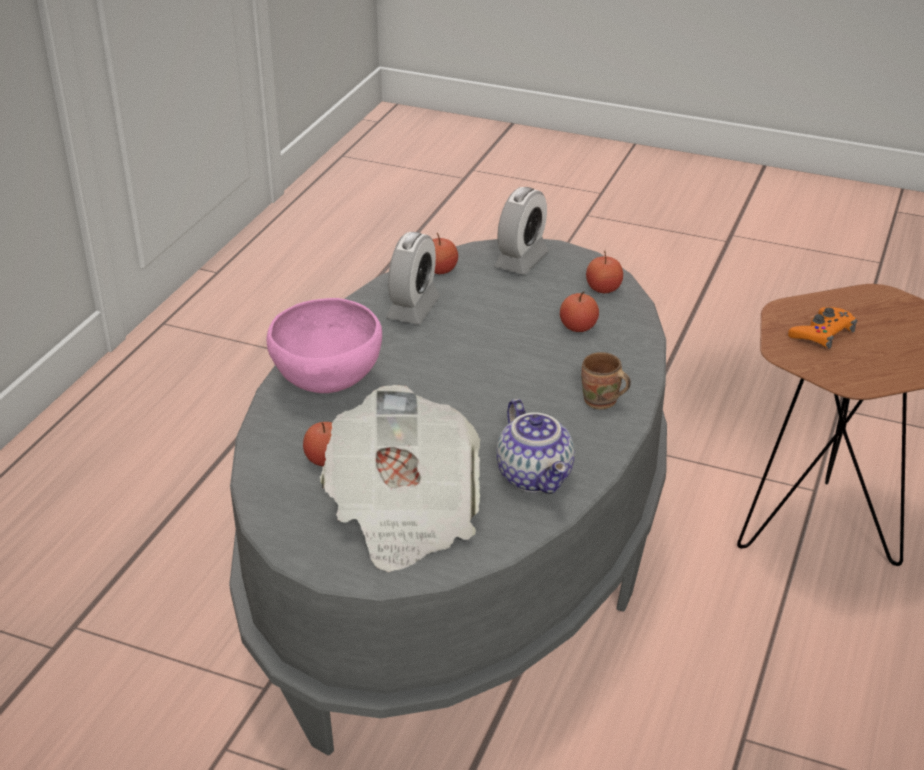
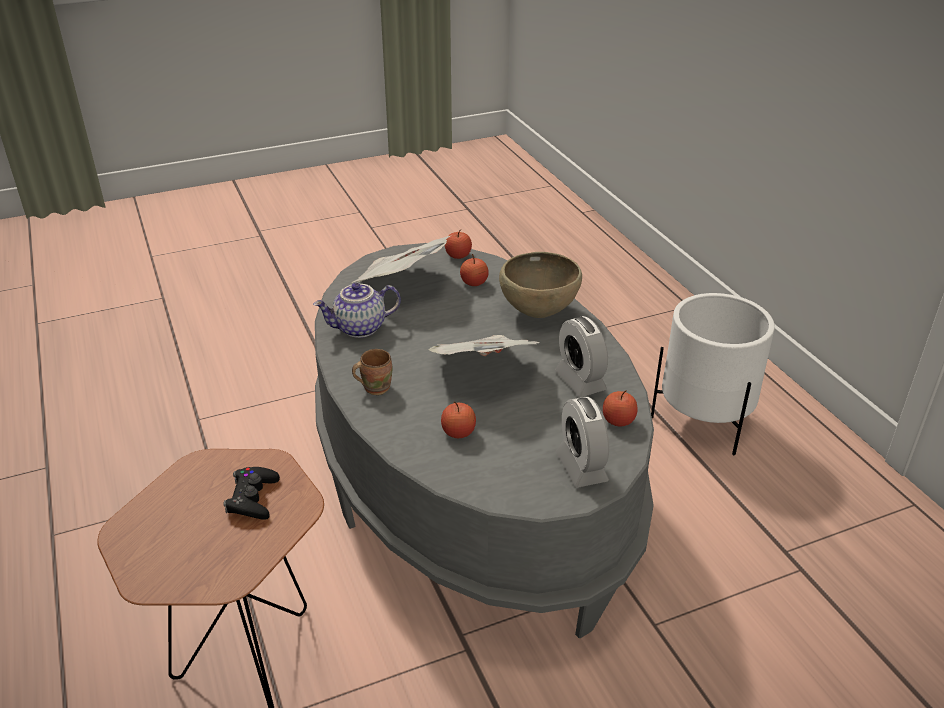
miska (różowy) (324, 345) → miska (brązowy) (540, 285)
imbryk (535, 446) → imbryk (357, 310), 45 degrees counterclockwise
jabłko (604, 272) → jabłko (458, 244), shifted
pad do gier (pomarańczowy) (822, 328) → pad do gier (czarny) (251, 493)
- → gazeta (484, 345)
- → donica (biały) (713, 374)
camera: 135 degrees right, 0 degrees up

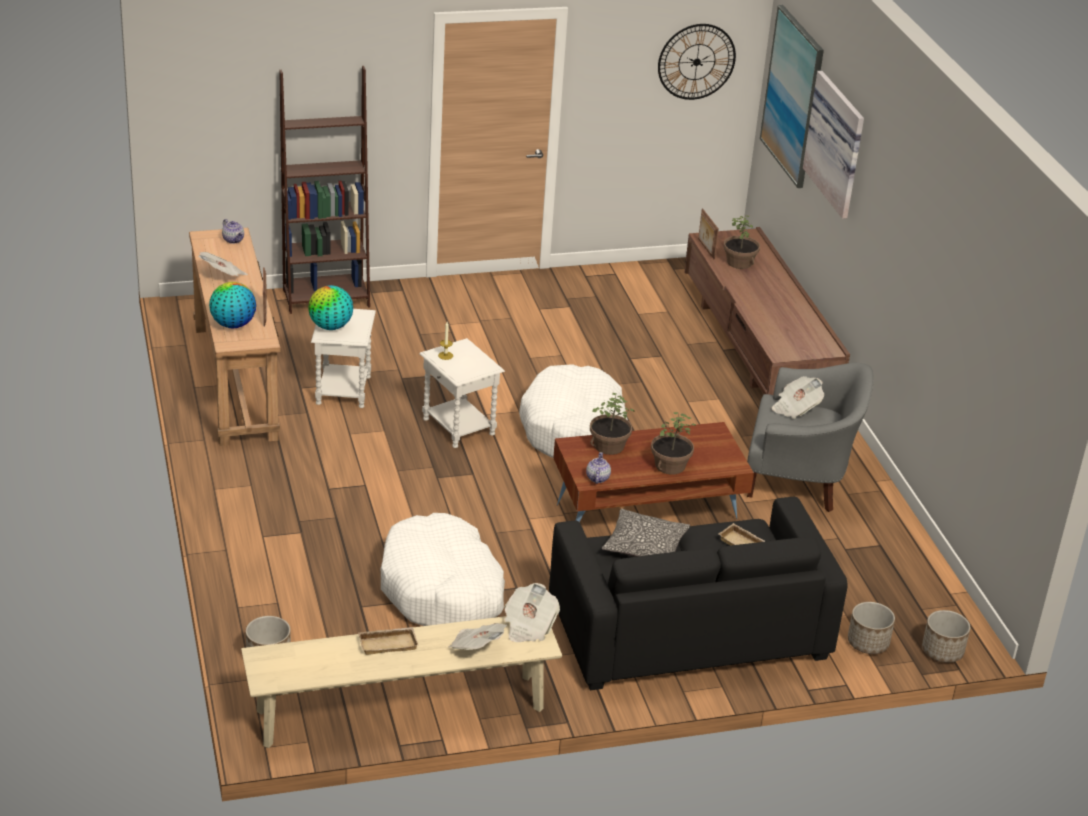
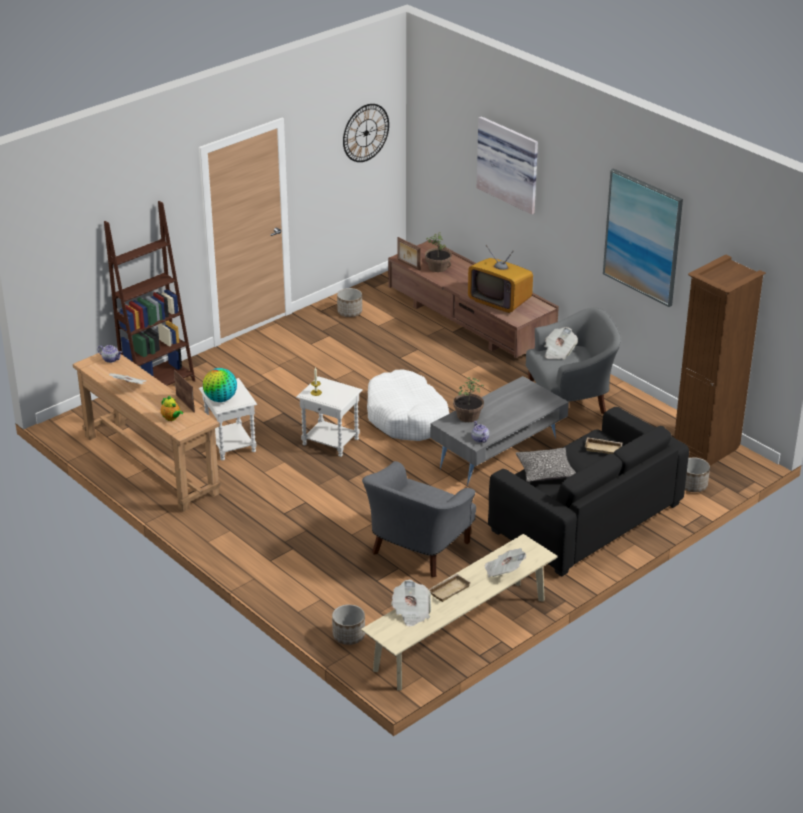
globus (232, 305) → imbryk (172, 408)
legowisko (biały) (442, 569) → fotel (szary) (419, 519)
gazeta (532, 612) → gazeta (411, 603), shifted
ława (brązowy) (653, 472) → ława (szary) (499, 431)
roślina doniczkowa (673, 443) → -
obraz (792, 96) → obraz (643, 237), shifted
donica (946, 636) → donica (349, 302), shifted
- → telewizor (500, 279)
- → szafka (brązowy) (720, 360)
camera: 25 degrees left, 0 degrees up

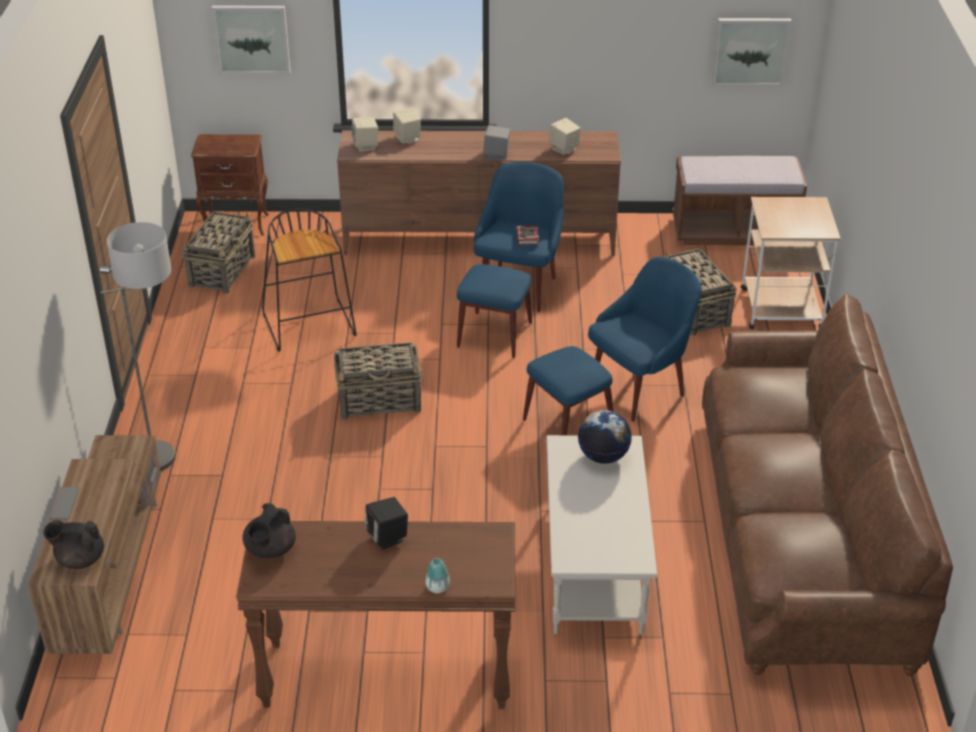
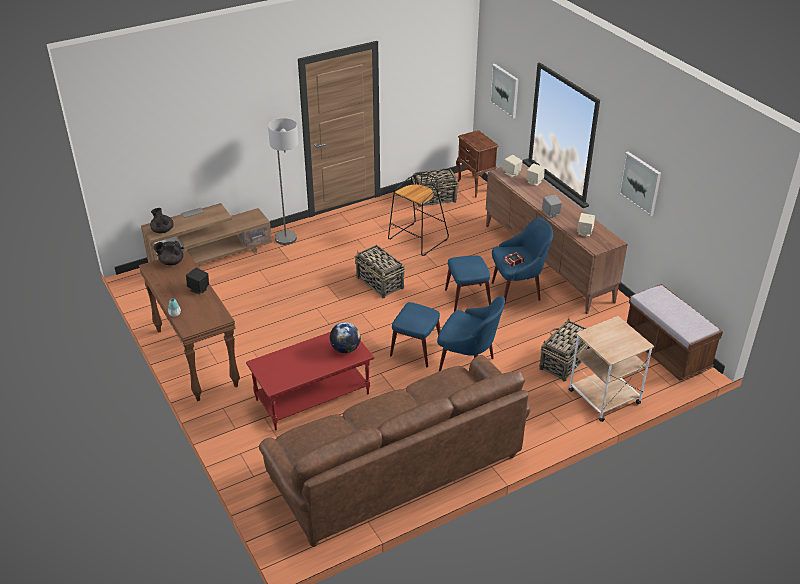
ława (biały) (602, 535) → ława (czerwony) (310, 381)
obraz (752, 52) → obraz (640, 184), shifted
camera: 60 degrees right, 0 degrees up

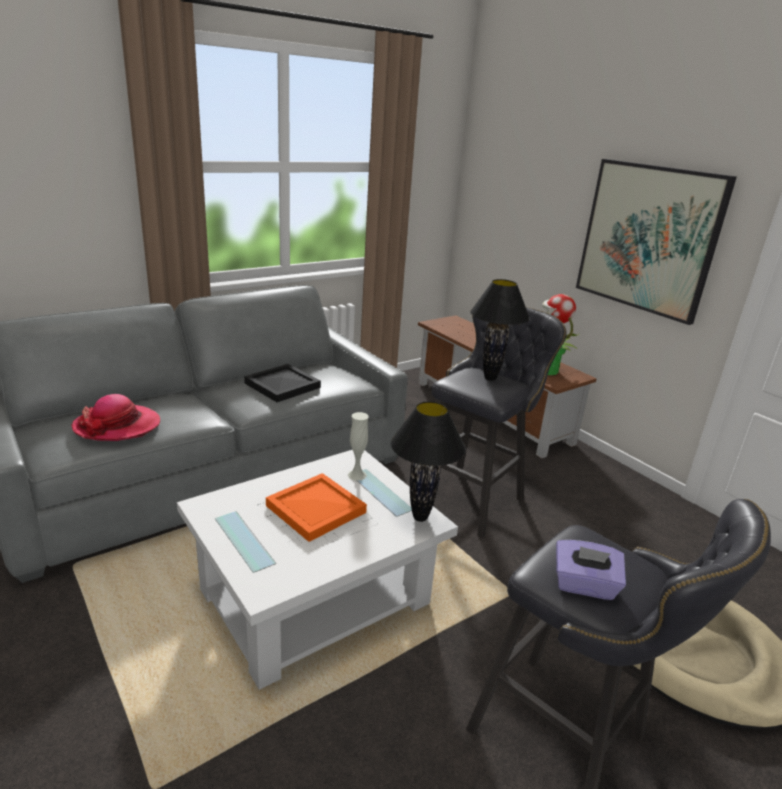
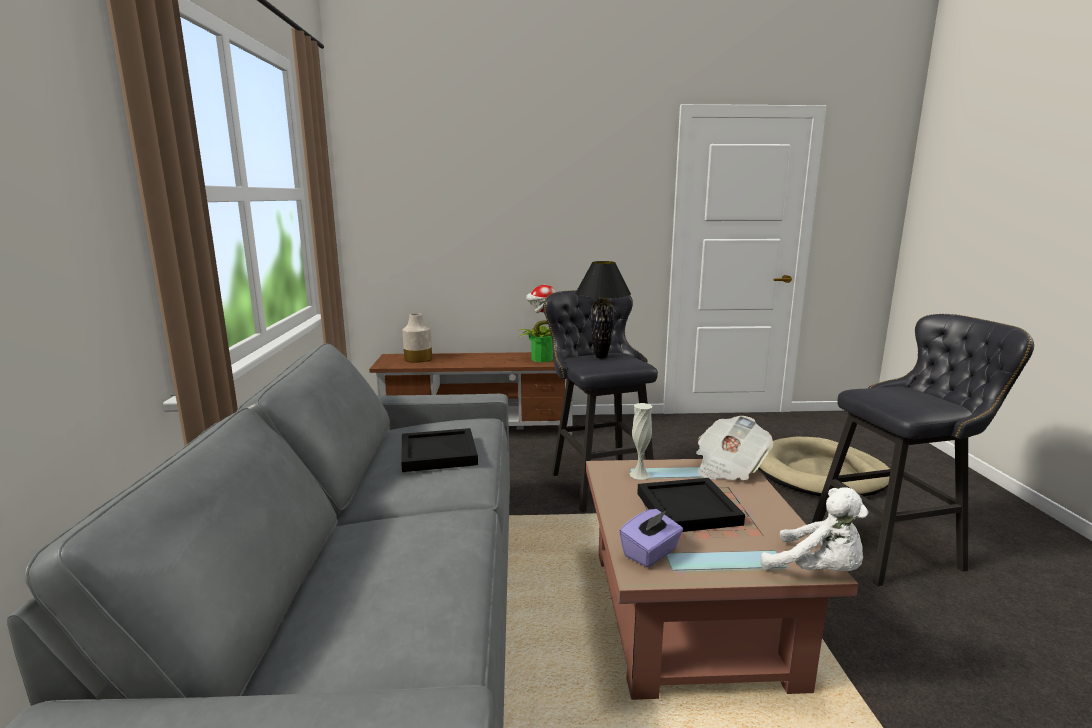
kapelusz (116, 417) → -
ława (biały) (317, 569) → ława (brązowy) (722, 579)
taca (pomarańczowy) (316, 507) → taca (czarny) (691, 505)
lampa stołowa (czarny) (428, 462) → gazeta (735, 448)
pudełko chusteczek (fioletowy) (591, 570) → pudełko chusteczek (fioletowy) (651, 538), shifted
obraz (656, 242) → -
- → wazon (beżowy) (417, 338)
- → pluszak (biały) (814, 529)
camera: 55 degrees left, 10 degrees down

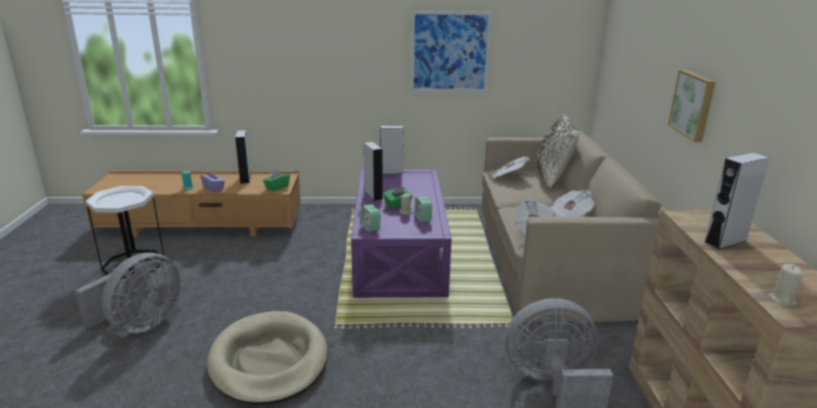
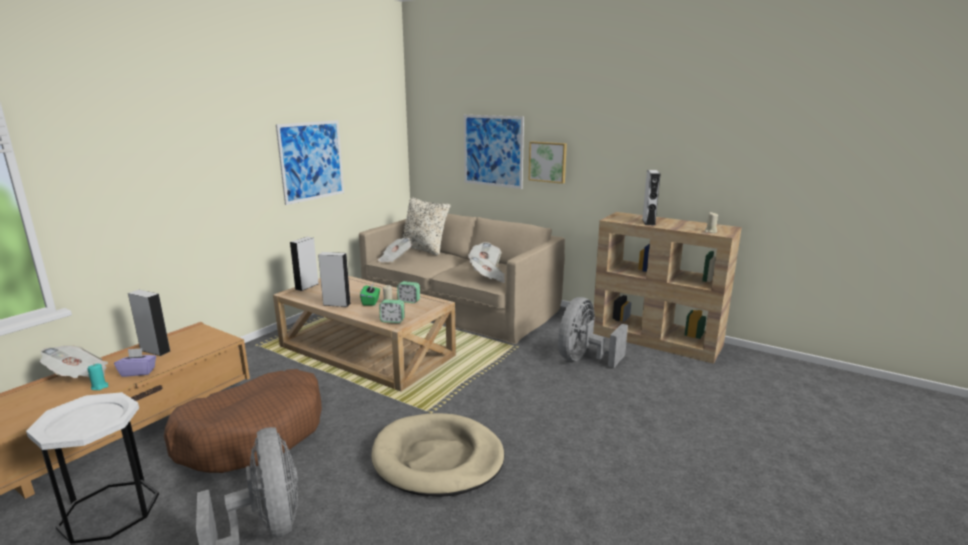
pudełko chusteczek (zielony) (276, 180) → -
ława (fioletowy) (401, 233) → ława (beżowy) (364, 333)
- → gazeta (74, 362)
- → legowisko (brązowy) (243, 421)
- → obraz (494, 152)
camera: 55 degrees left, 5 degrees down

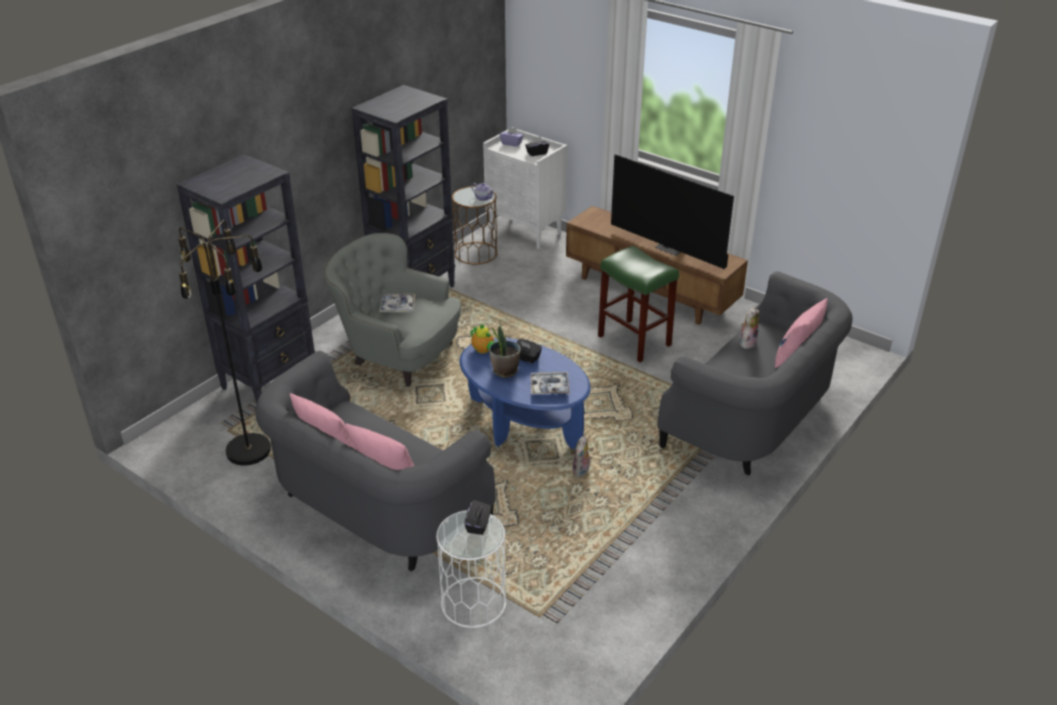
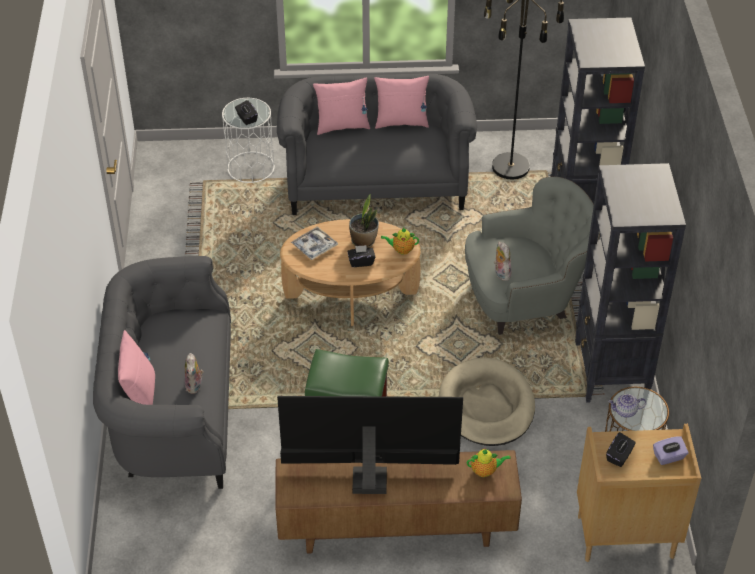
taca (397, 302) → -
ława (niebieski) (525, 394) → ława (brązowy) (350, 272)
szafka (biały) (525, 188) → szafka (brązowy) (639, 492)
pluszak (582, 456) → pluszak (503, 261), shifted
- → legowisko (beżowy) (487, 401)
- → imbryk (489, 462)
camera: 140 degrees right, 10 degrees up

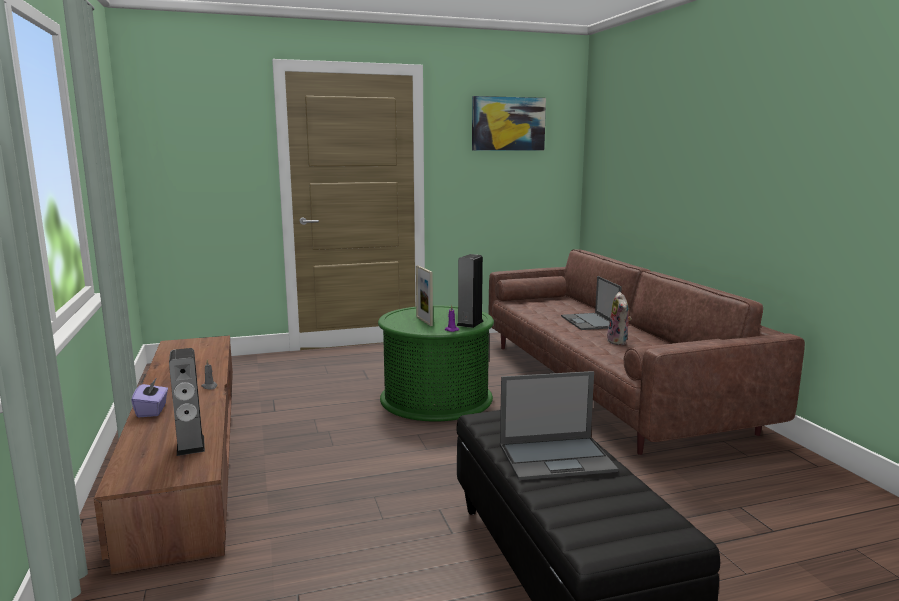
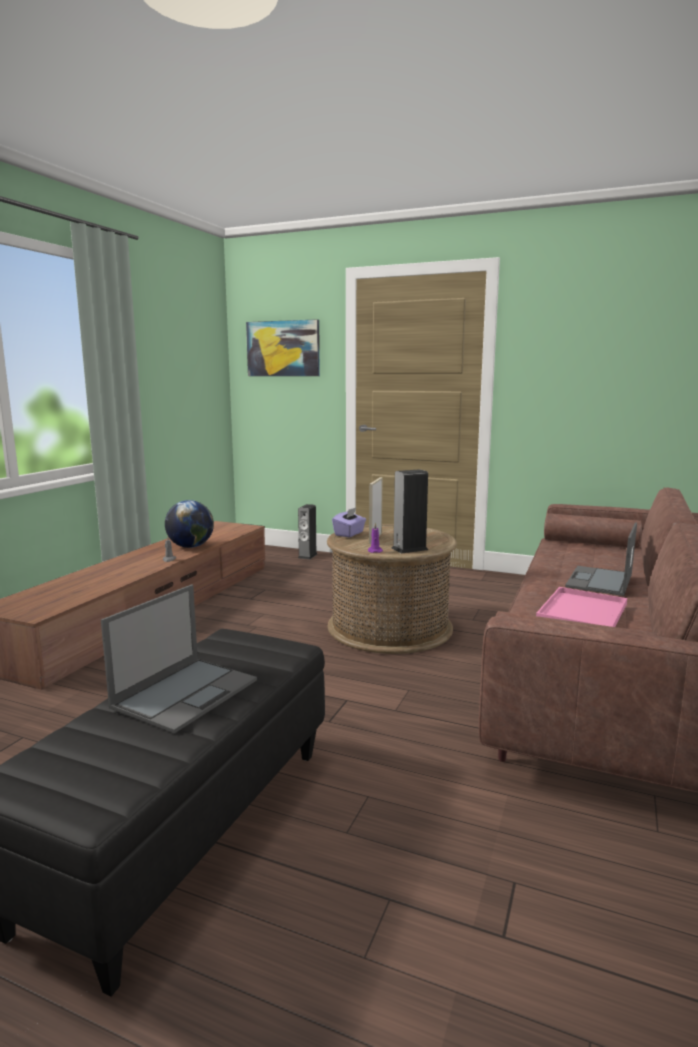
pudełko chusteczek (fioletowy) (149, 398) → pudełko chusteczek (fioletowy) (349, 522), shifted
głośnik (187, 402) → głośnik (307, 531), shifted
ława (zielony) (436, 363) → ława (brązowy) (392, 589)
obraz (509, 123) → obraz (283, 347), shifted
laptop (559, 425) → laptop (179, 659), 90 degrees counterclockwise
pluszak (619, 318) → taca (różowy) (581, 607)
- → globus (189, 524)
camera: 40 degrees right, 0 degrees up

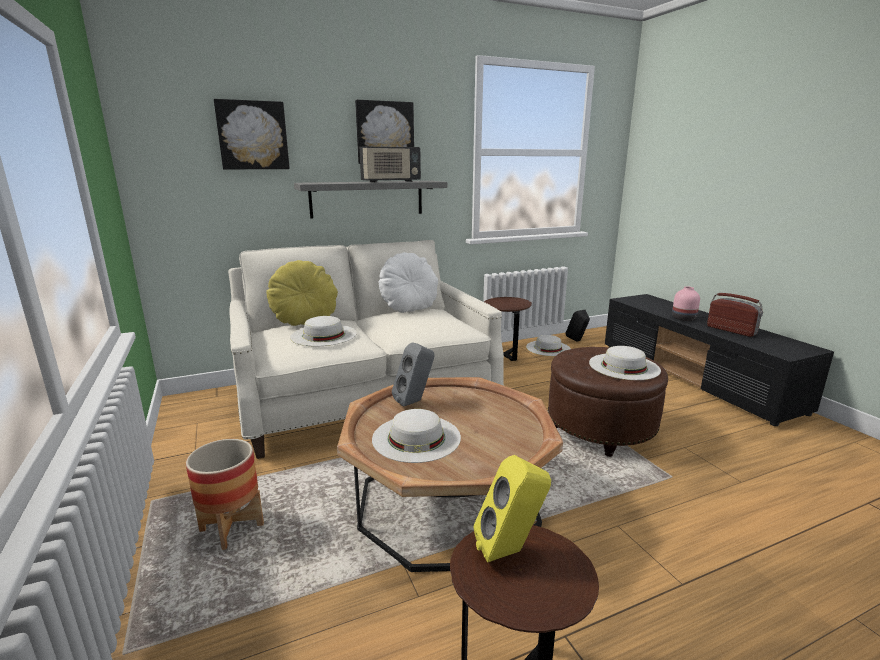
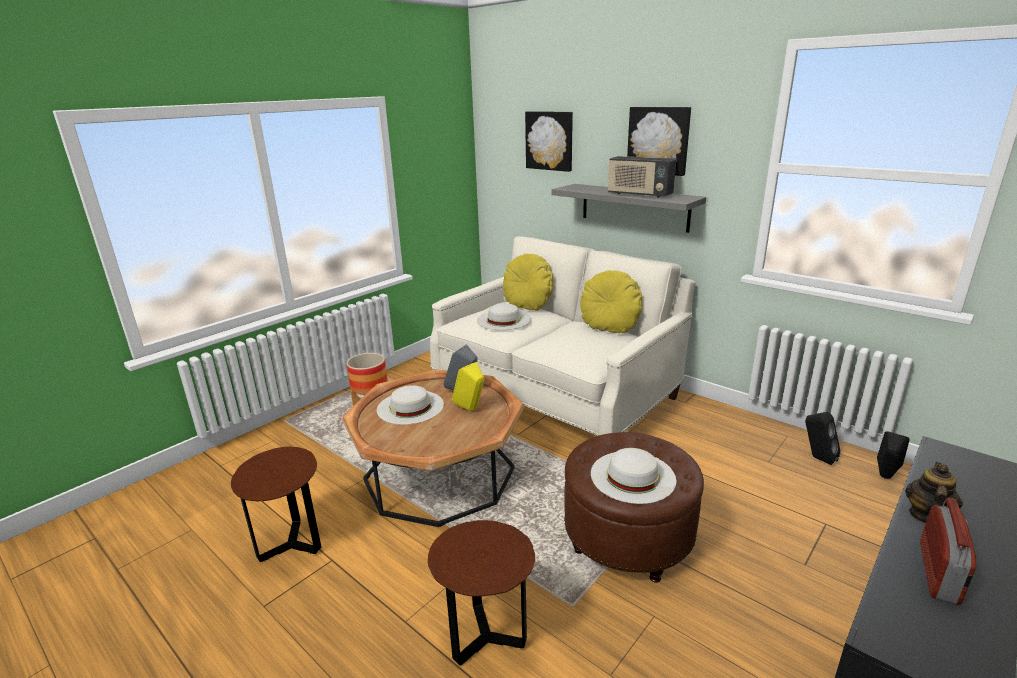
poduszka (biały) (408, 282) → poduszka (żółty) (611, 301)
głośnik (żółty) (512, 509) → głośnik (żółty) (468, 387), shifted
stolik (brązowy) (508, 329) → stolik (brązowy) (481, 593), shifted
kapelusz (biały) (548, 345) → głośnik (czarny) (823, 438)
wazon (różowy) (686, 303) → imbryk (934, 493)
camera: 65 degrees right, 5 degrees up

